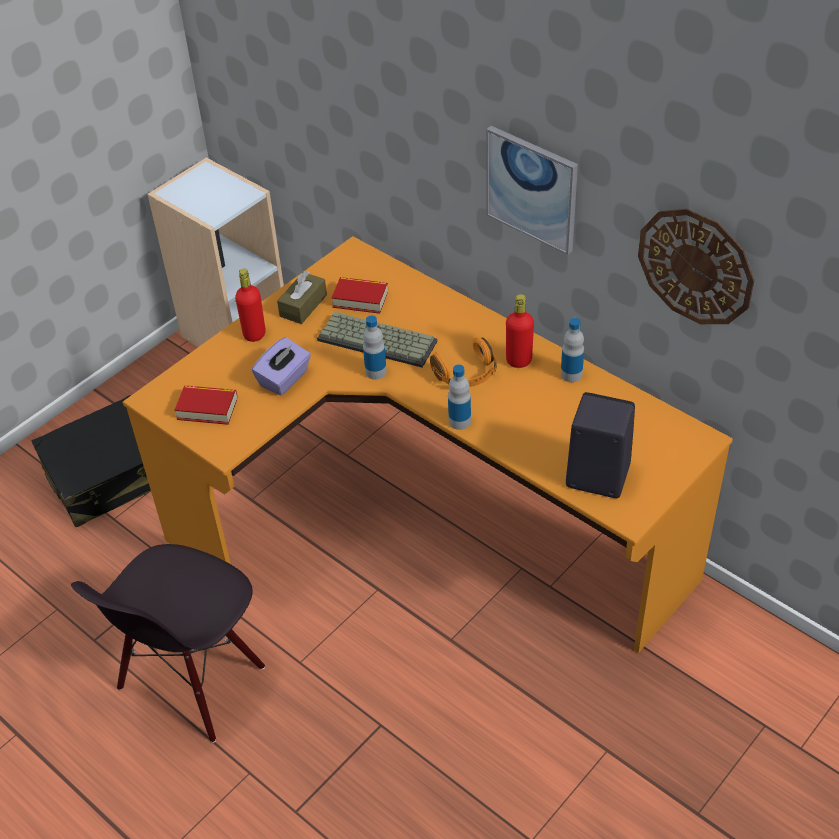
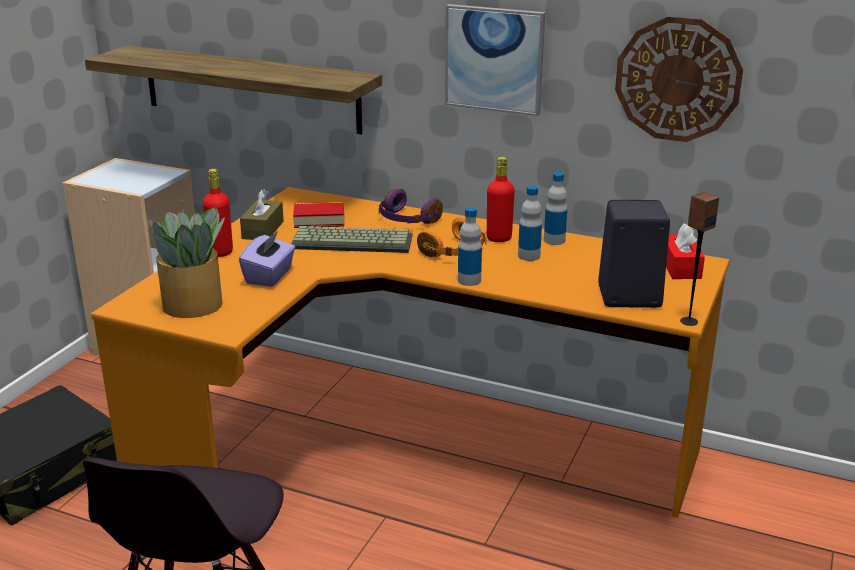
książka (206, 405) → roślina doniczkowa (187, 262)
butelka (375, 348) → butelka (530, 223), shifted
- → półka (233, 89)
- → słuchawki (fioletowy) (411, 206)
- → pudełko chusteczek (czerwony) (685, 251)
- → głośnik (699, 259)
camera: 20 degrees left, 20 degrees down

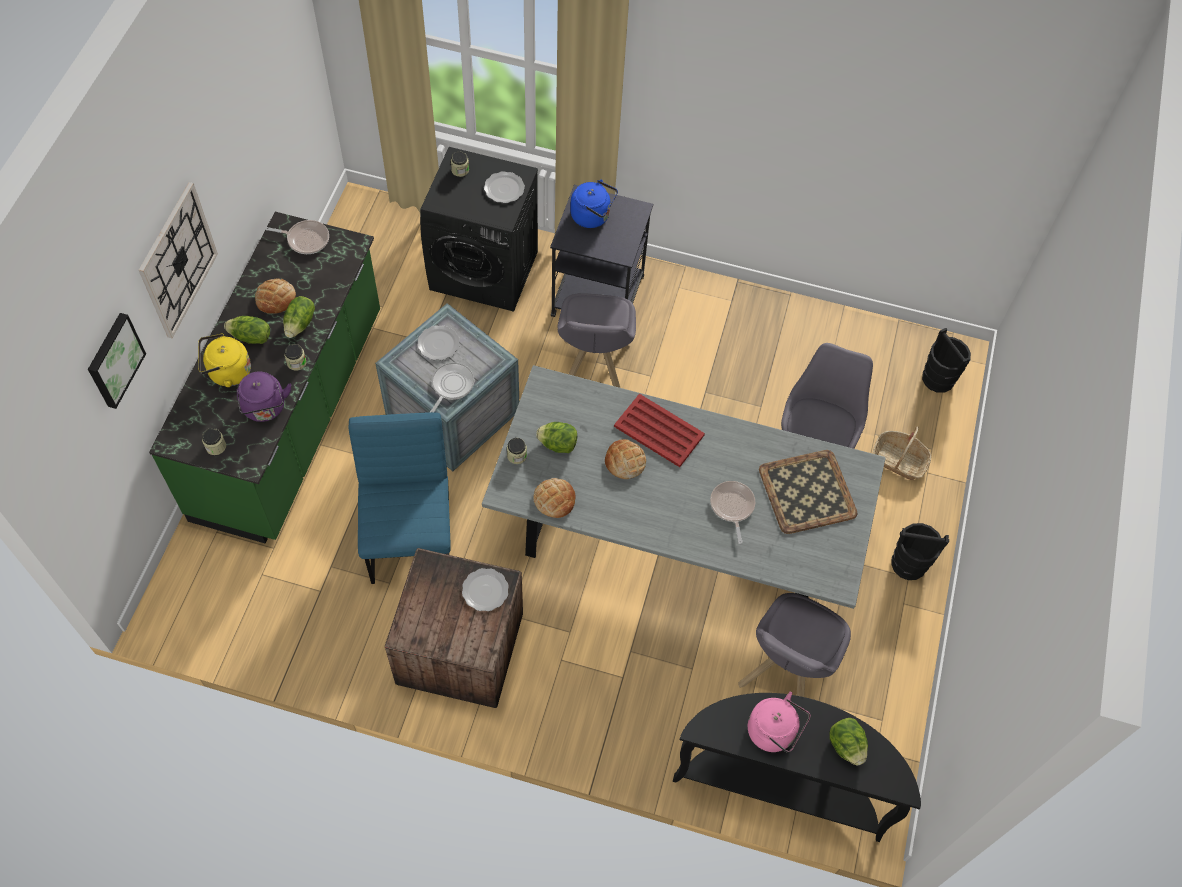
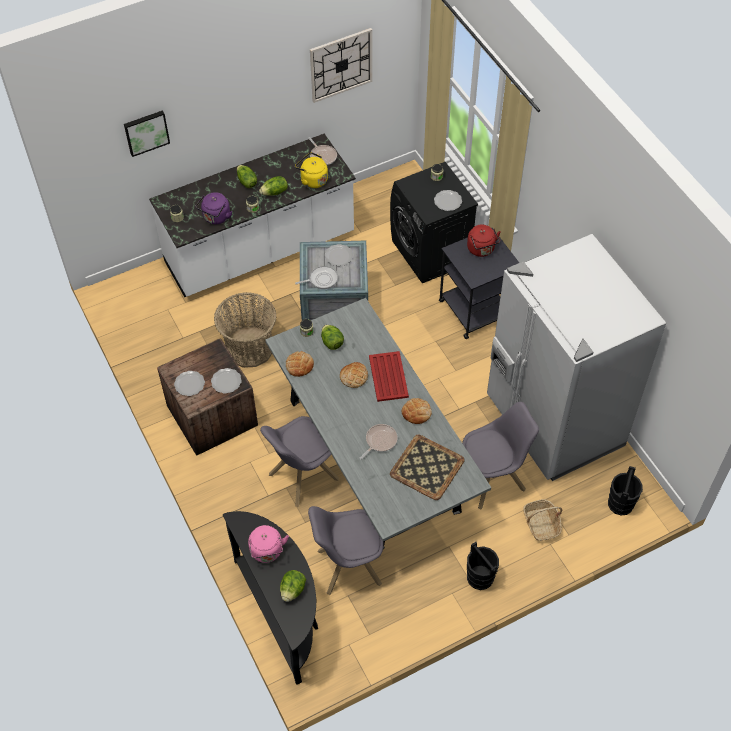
zegar ścienny (178, 260) → zegar ścienny (341, 65), shifted
zabudowa kuchenna (zielony) (264, 377) → zabudowa kuchenna (biały) (252, 215)
czajnik (żółty) (224, 360) → czajnik (żółty) (311, 170), shifted
chleb (275, 296) → chleb (417, 411), shifted
krzesło (niebieski) (399, 498) → koszyk (245, 330)
krzesło (szary) (597, 340) → krzesło (szary) (299, 461), shifted
czajnik (niebieski) (594, 204) → czajnik (czerwony) (484, 240)
- → talerz (189, 383)
- → lodówka (biały) (576, 357)
camera: 50 degrees right, 5 degrees down

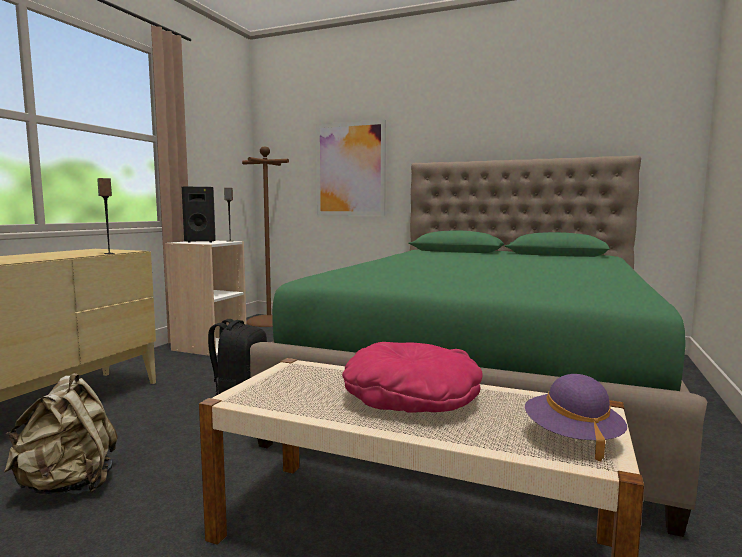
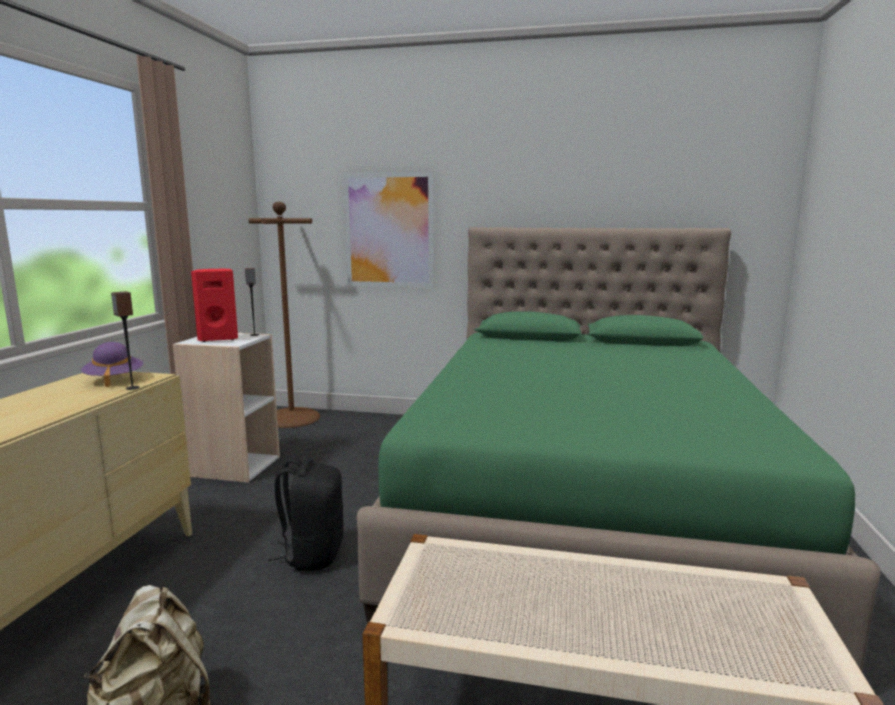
głośnik (czarny) (199, 215) → głośnik (czerwony) (214, 305)
poduszka (różowy) (412, 377) → -
kapelusz (fioletowy) (576, 417) → kapelusz (fioletowy) (112, 364), shifted
camera: 10 degrees left, 5 degrees up

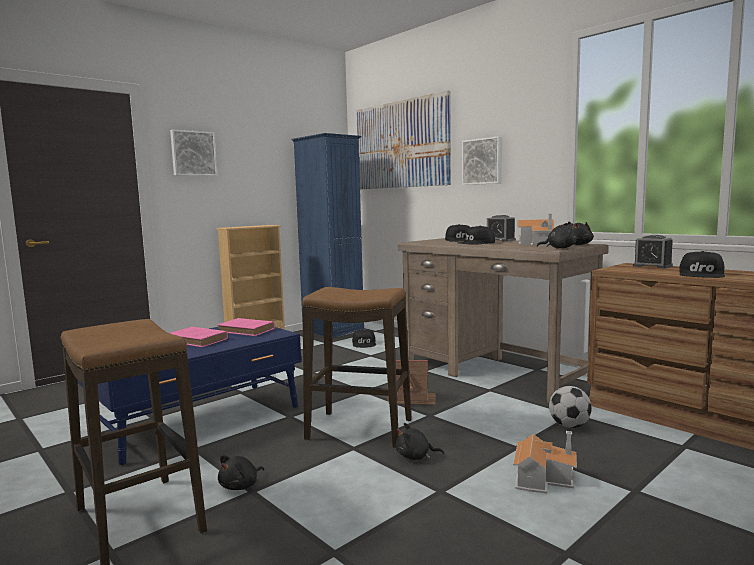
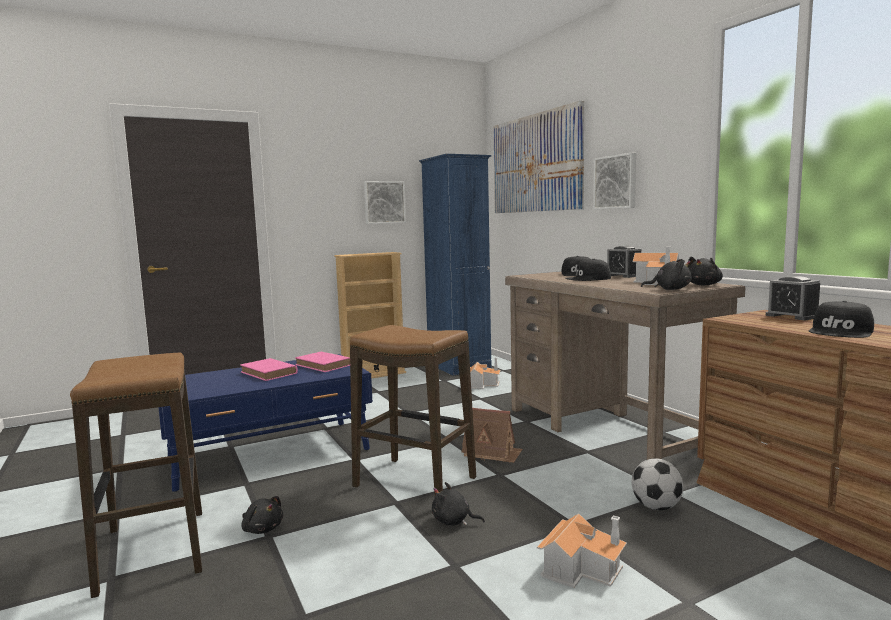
obraz (194, 152) → obraz (385, 202), shifted
pluszak (czarny) (241, 472) → pluszak (czarny) (262, 515), 105 degrees counterclockwise
czapka z daszkiem (czarny) (364, 338) → domek (485, 373)
camera: 15 degrees right, 0 degrees up

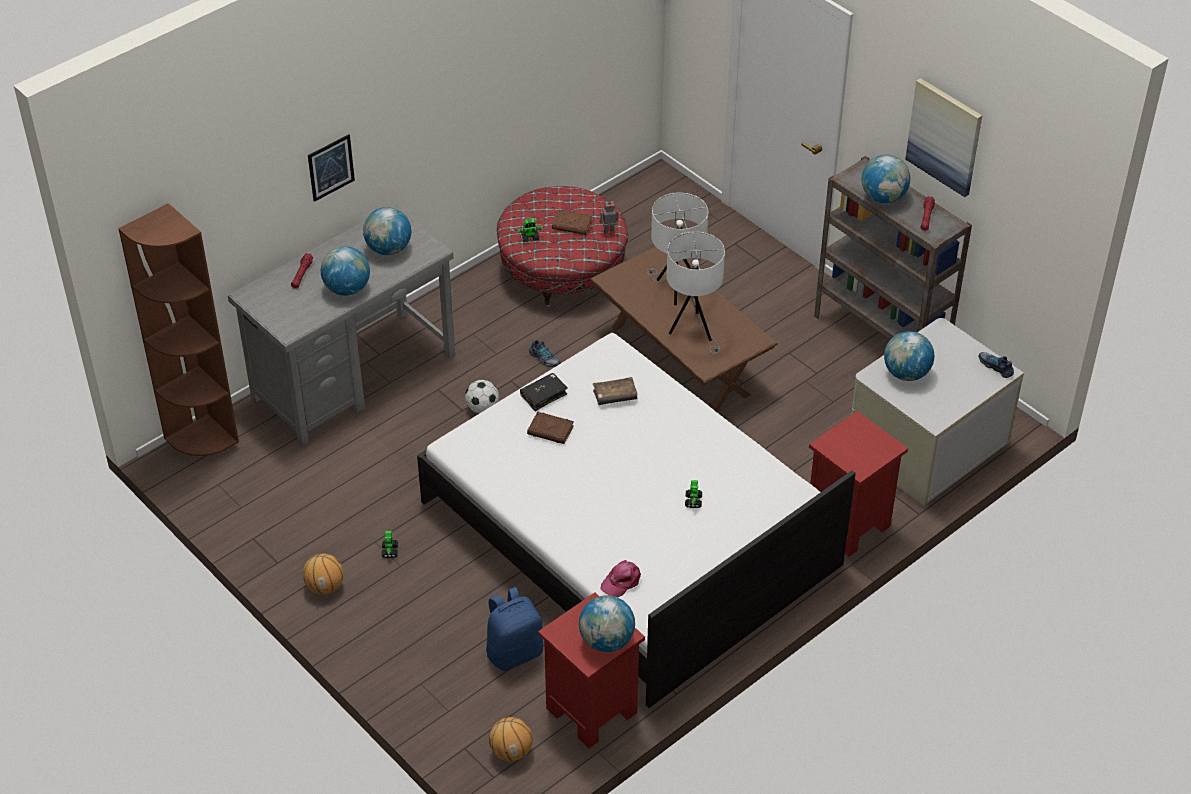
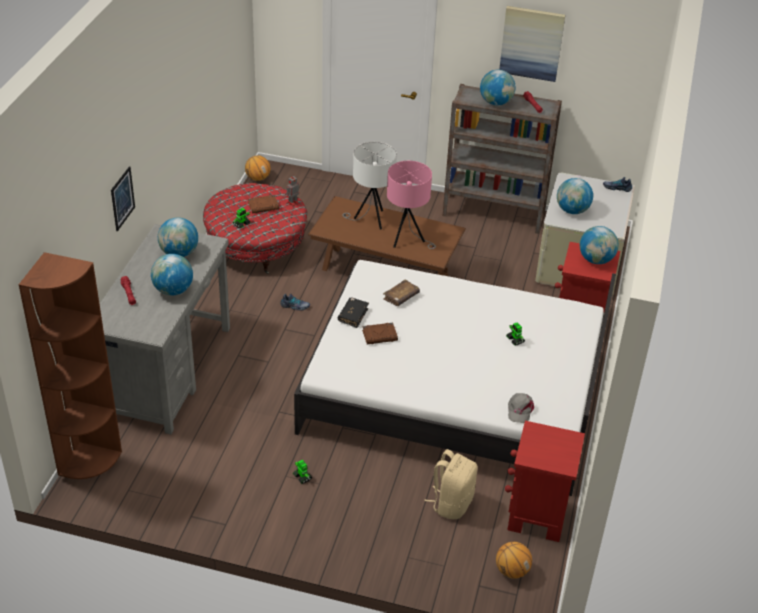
piłka do koszykówki (323, 574) → piłka do koszykówki (257, 168), shifted
piłka futbolowa (482, 396) → -
plecak (niebieski) (514, 629) → plecak (beżowy) (450, 484)
globus (607, 623) → globus (599, 245), shifted
czapka z daszkiem (różowy) (620, 578) → czapka z daszkiem (szary) (521, 408)
lampa stołowa (biały) (695, 292) → lampa stołowa (różowy) (411, 205)
camera: 35 degrees left, 5 degrees down

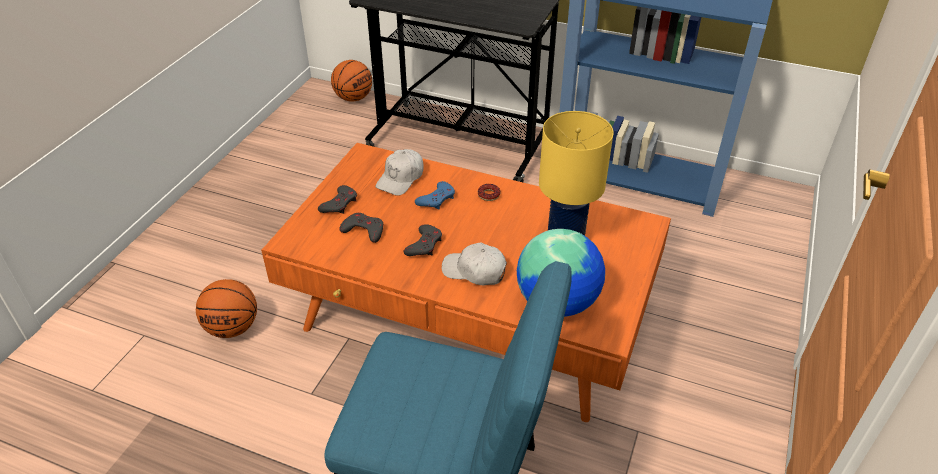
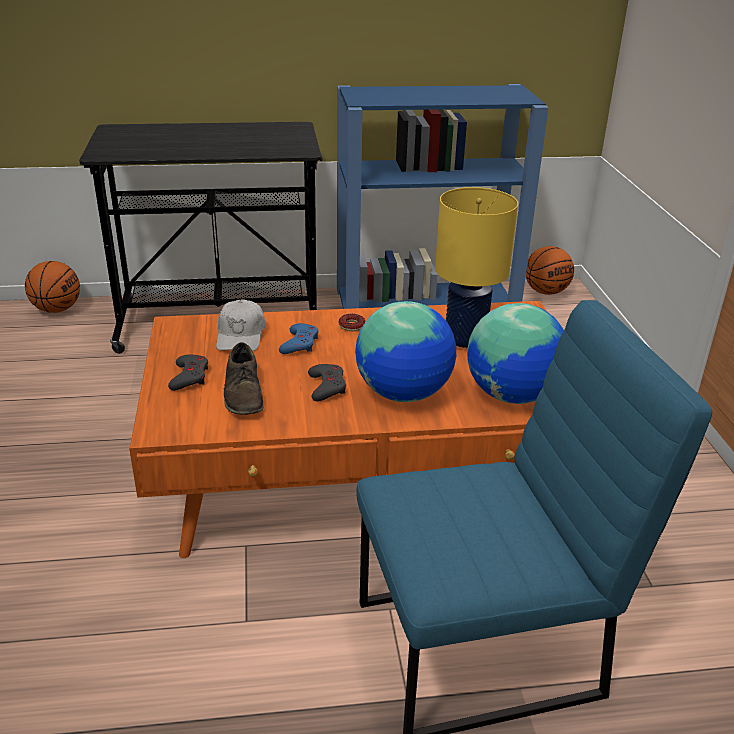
piłka do koszykówki (226, 308) → piłka do koszykówki (550, 270), shifted
pad do gier (szary) (361, 228) → but (brązowy) (244, 378)
czapka z daszkiem (biały) (474, 263) → globus (405, 351)
camera: 30 degrees left, 10 degrees down

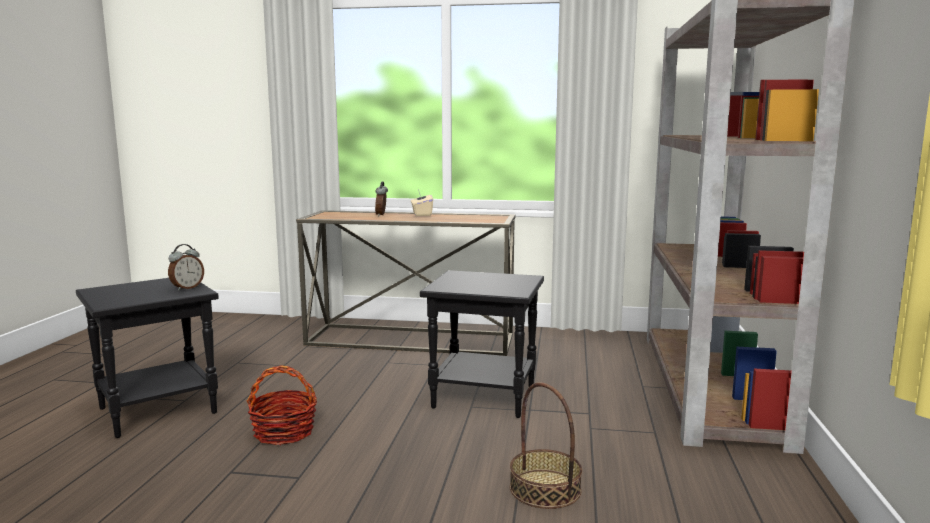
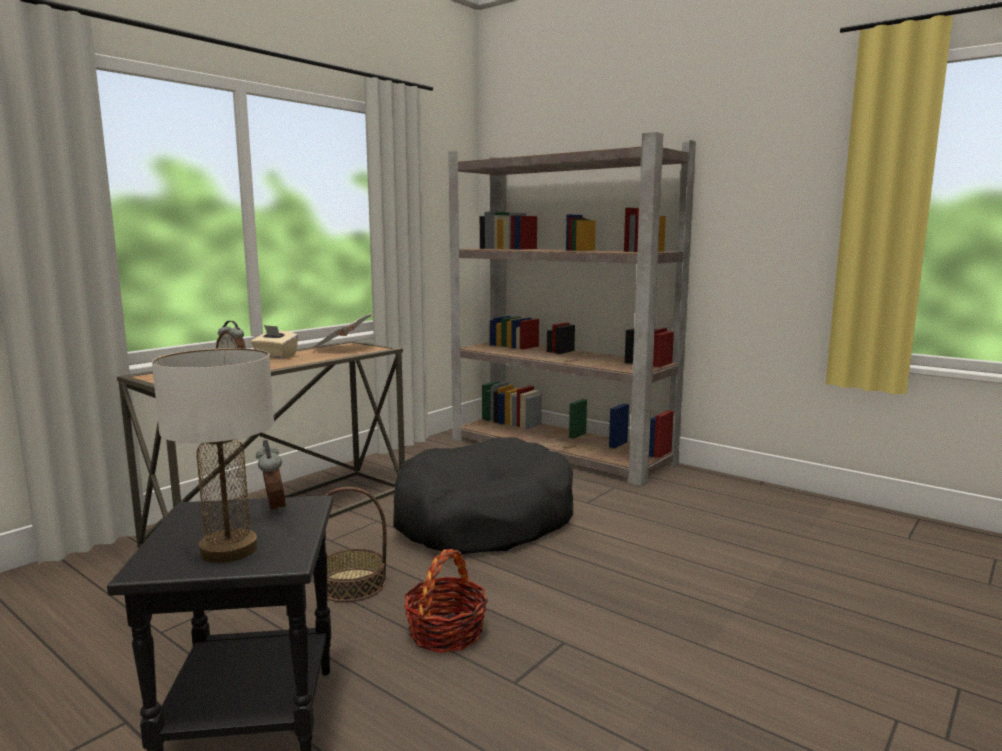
stolik (czarny) (482, 344) → legowisko (czarny) (483, 495)
koszyk (546, 445) → koszyk (355, 544), shifted
- → lampa stołowa (213, 455)
- → gazeta (342, 330)
camera: 60 degrees left, 0 degrees up

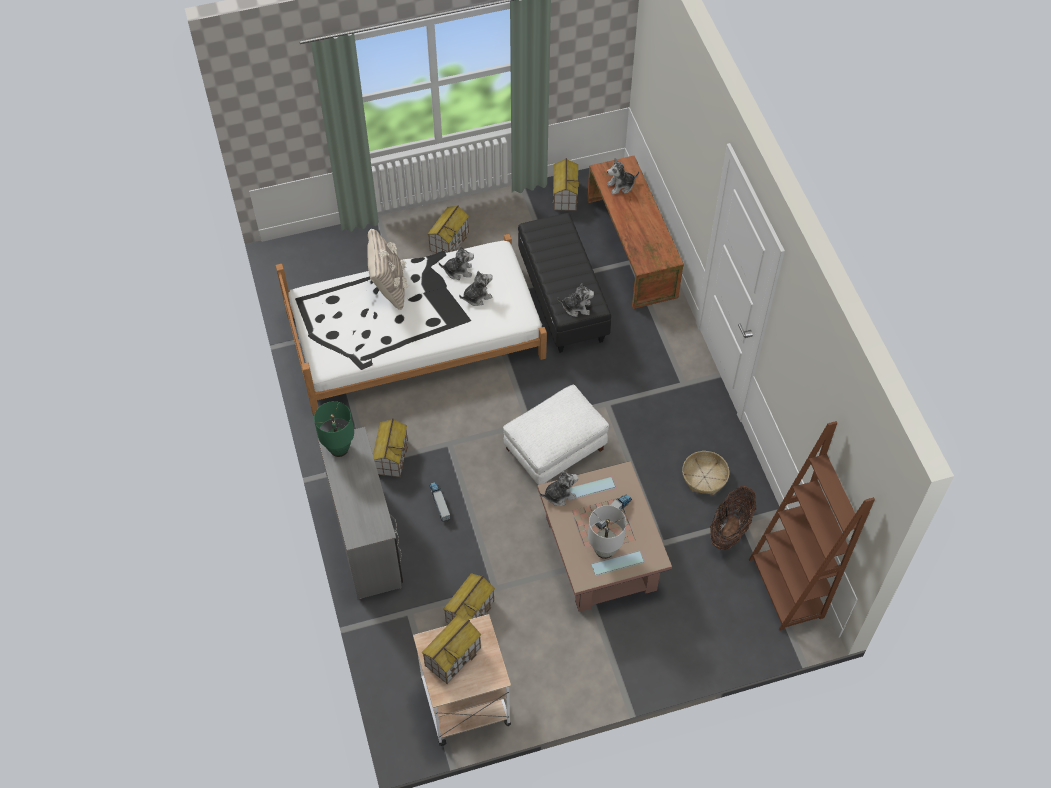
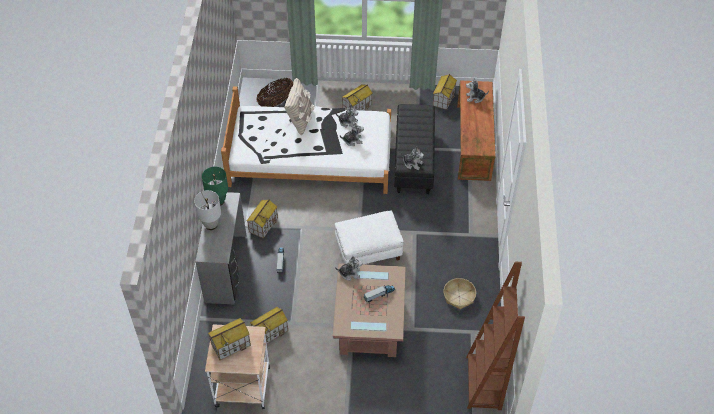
lampa stołowa (biały) (607, 532) → lampa stołowa (biały) (207, 210), shifted
koszyk (733, 518) → koszyk (275, 92), shifted
camera: 20 degrees right, 5 degrees down

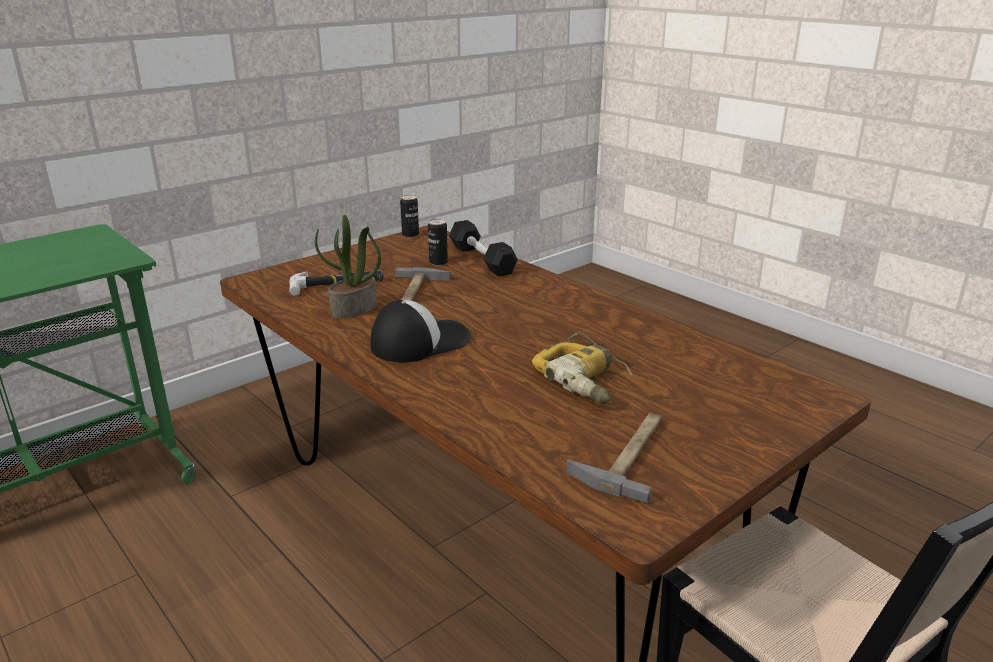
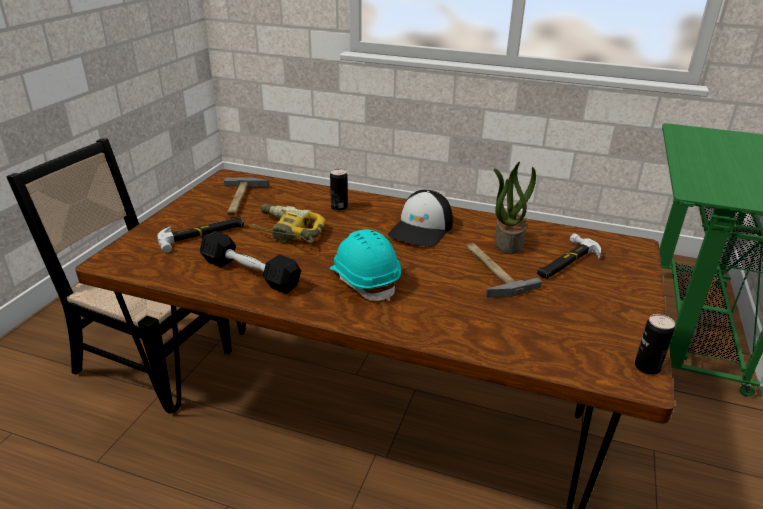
puszka (438, 242) → puszka (339, 189), shifted
hantel (czarny) (483, 248) → hantel (czarny) (250, 262), shifted
- → młotek (200, 235)
- → kask (turkusowy) (365, 265)
camera: 150 degrees right, 5 degrees up

